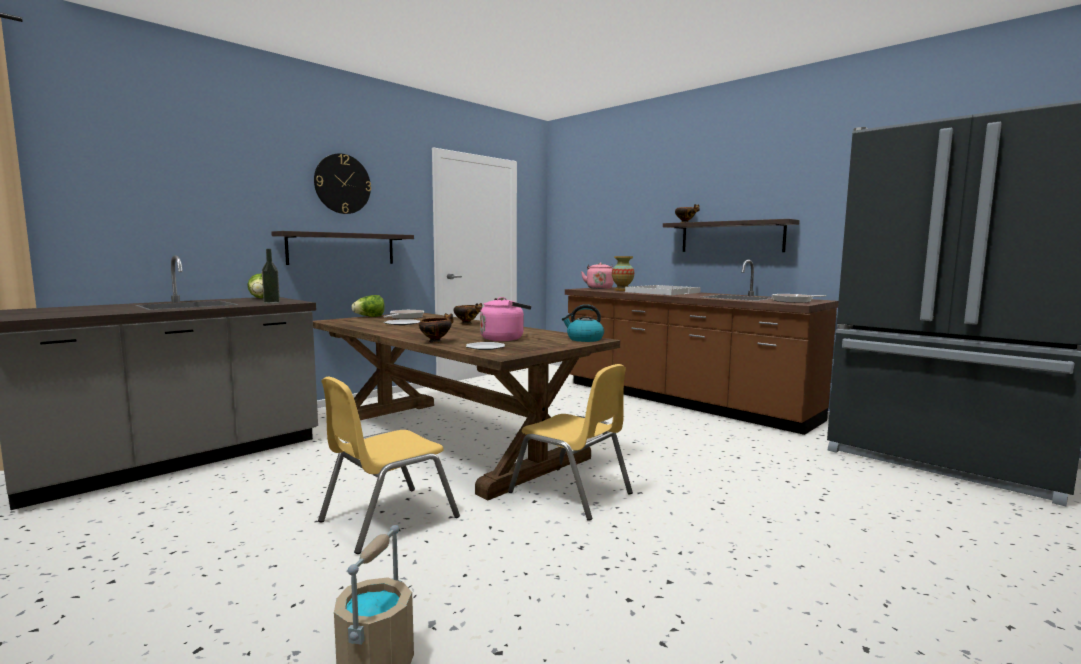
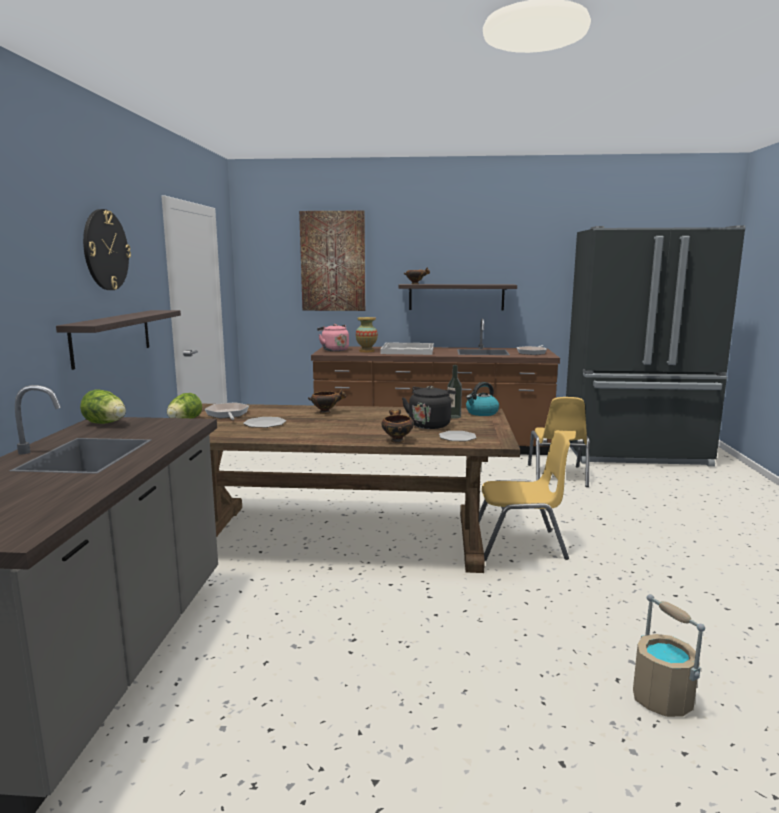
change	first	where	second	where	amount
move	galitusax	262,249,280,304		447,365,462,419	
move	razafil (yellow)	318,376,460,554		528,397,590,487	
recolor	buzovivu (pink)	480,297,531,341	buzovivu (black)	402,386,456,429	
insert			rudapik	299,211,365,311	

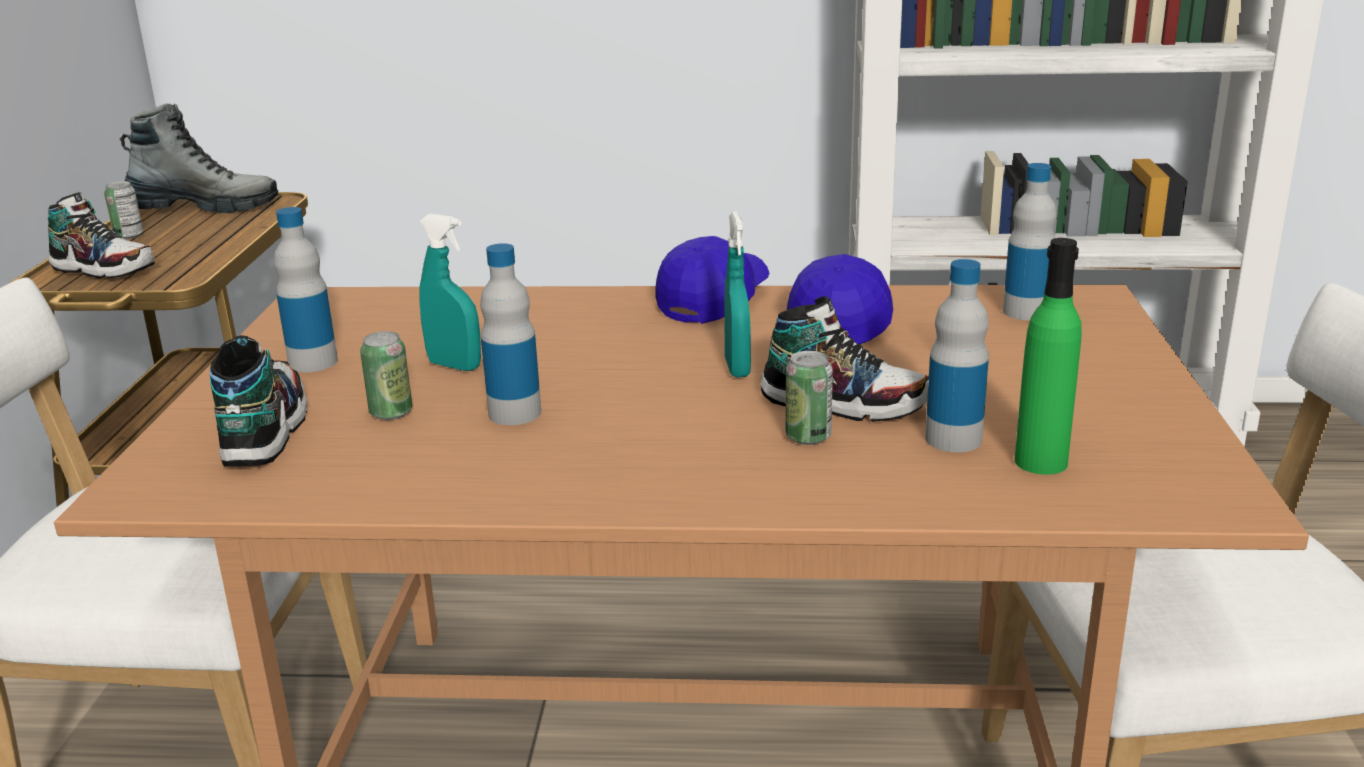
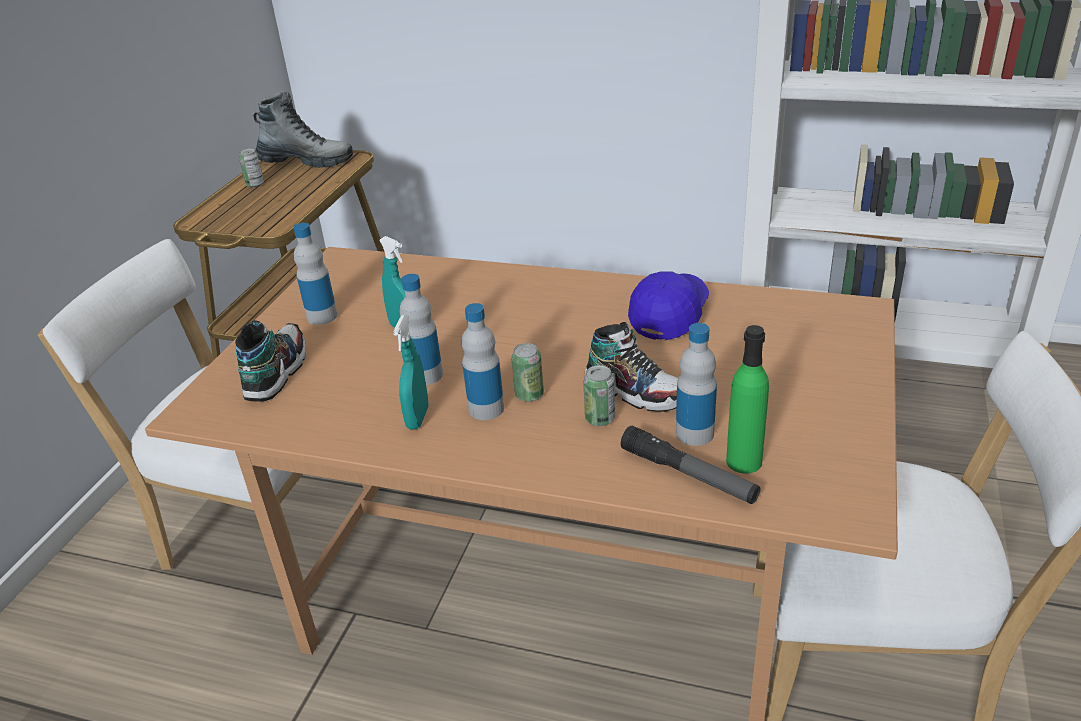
change	first	where	second	where	amount
delete	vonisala	48,192,155,278			
move	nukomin	360,331,412,420		511,343,544,402	
delete	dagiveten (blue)	655,236,770,324			
move	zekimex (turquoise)	724,212,751,378		393,315,429,430	
move	galitusax	1003,163,1057,320		461,303,504,420	
insert			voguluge	621,426,760,504	

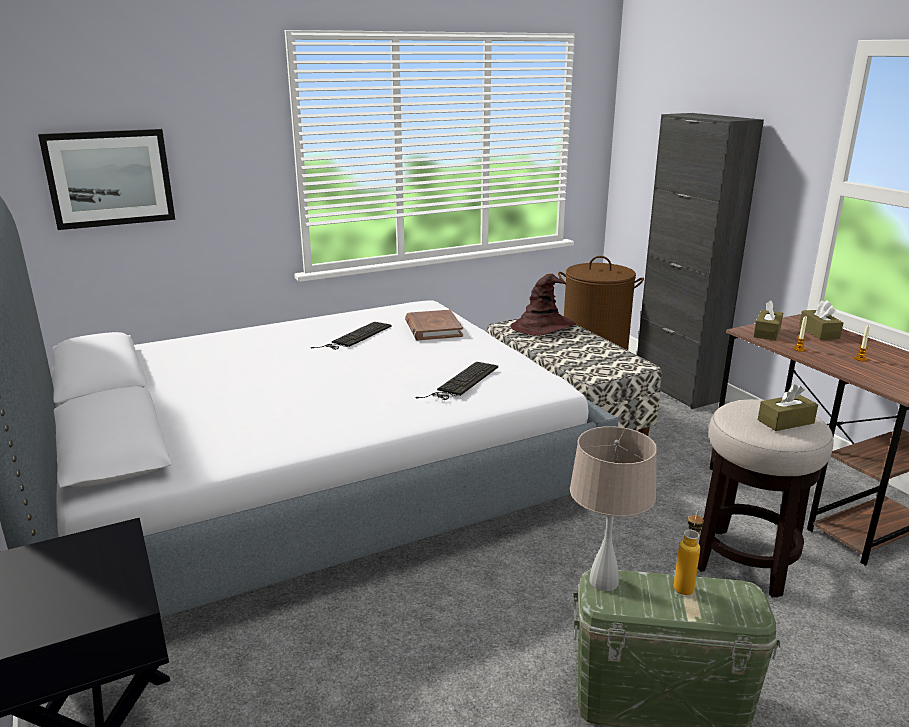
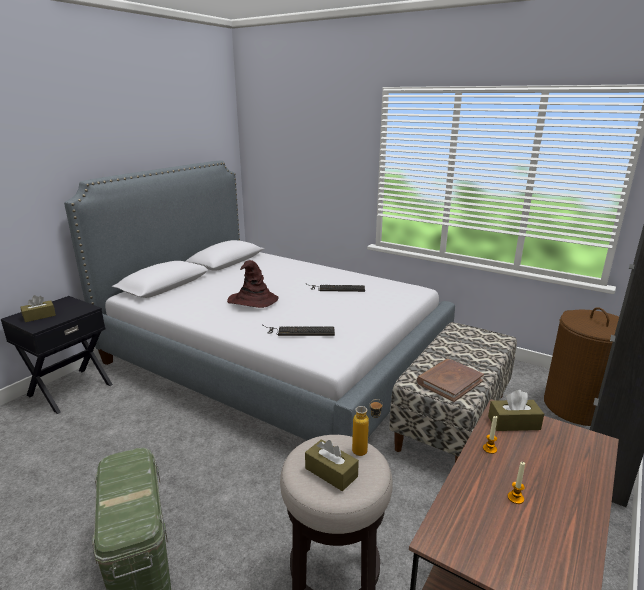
change	first	where	second	where	amount
delete	rudapik	38,129,175,230			
move	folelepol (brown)	405,310,463,340		417,359,484,402	
move	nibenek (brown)	511,274,575,336		227,260,278,308	
delete	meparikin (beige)	570,426,657,591			
move	galitusax	674,510,704,595		352,399,383,456	
move	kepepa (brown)	799,300,843,340		21,295,56,322	

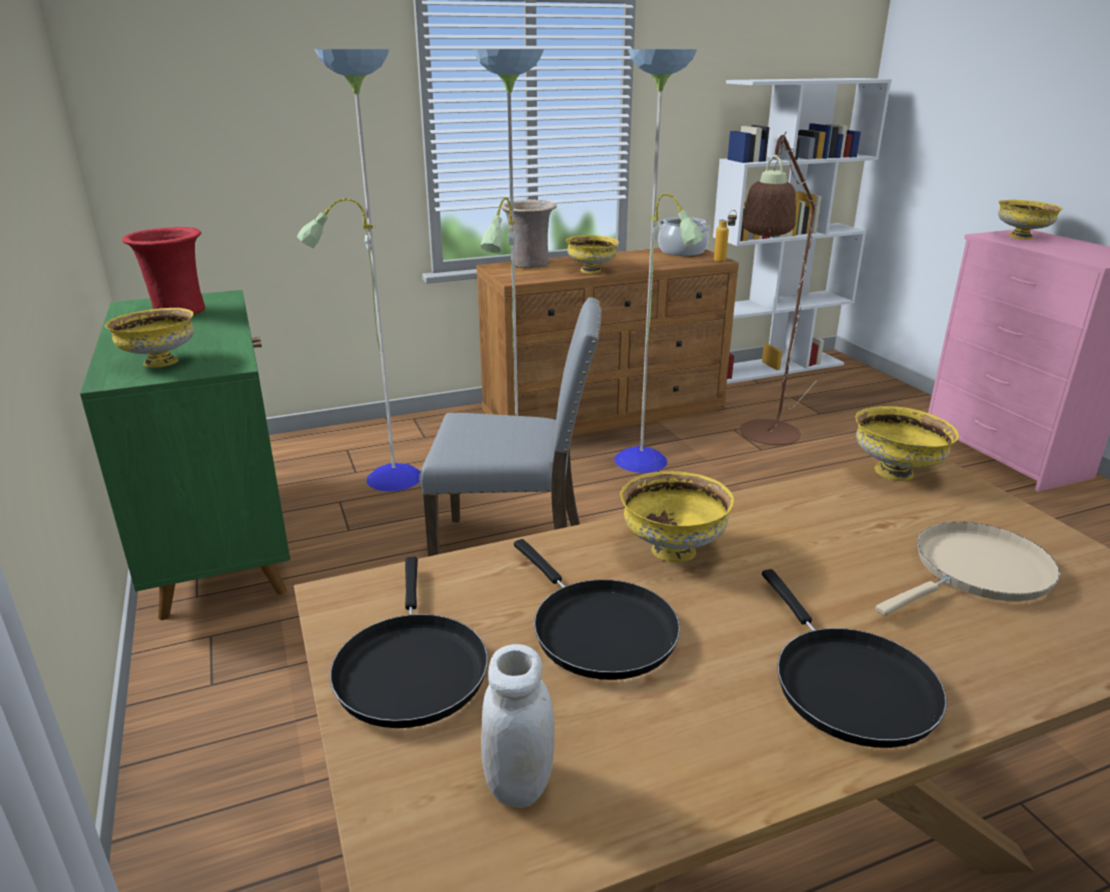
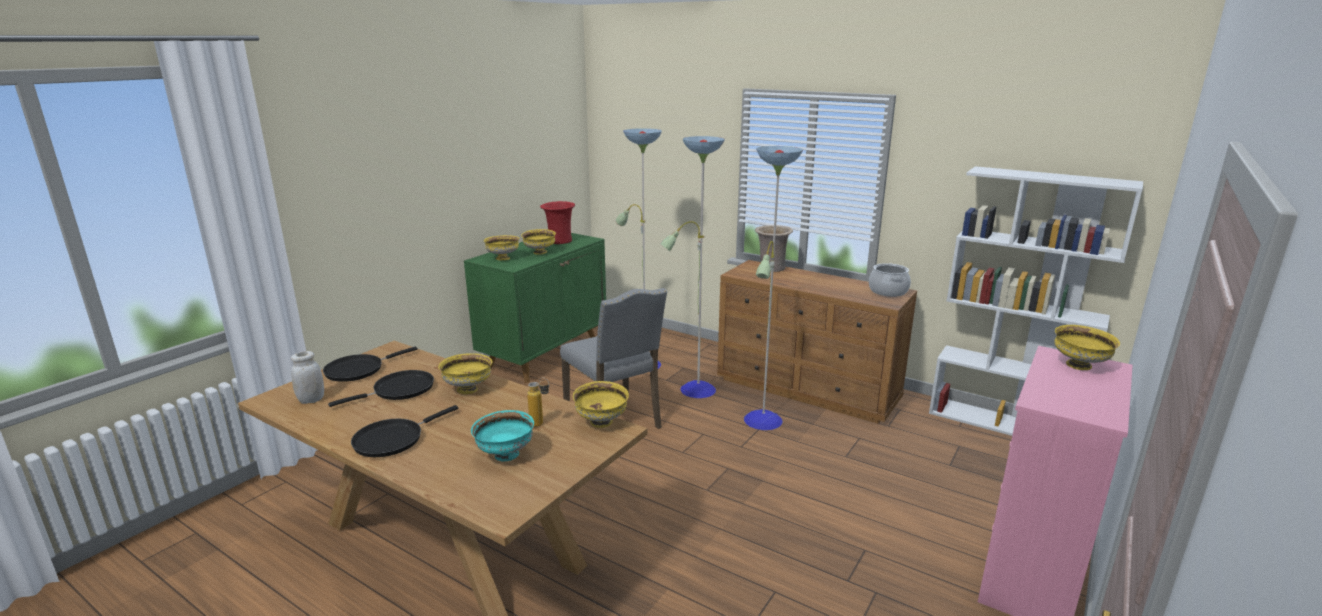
change	first	where	second	where	amount
rotate	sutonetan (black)	514,539,680,680		328,370,434,407	150 degrees counterclockwise
move	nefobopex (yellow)	566,235,619,274		521,229,556,255	
move	galitusax	714,210,737,262		527,377,549,427	
delete	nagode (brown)	740,132,817,445			
replace	sutonetan (beige)	876,522,1060,616	nefobopex (turquoise)	471,410,534,461	

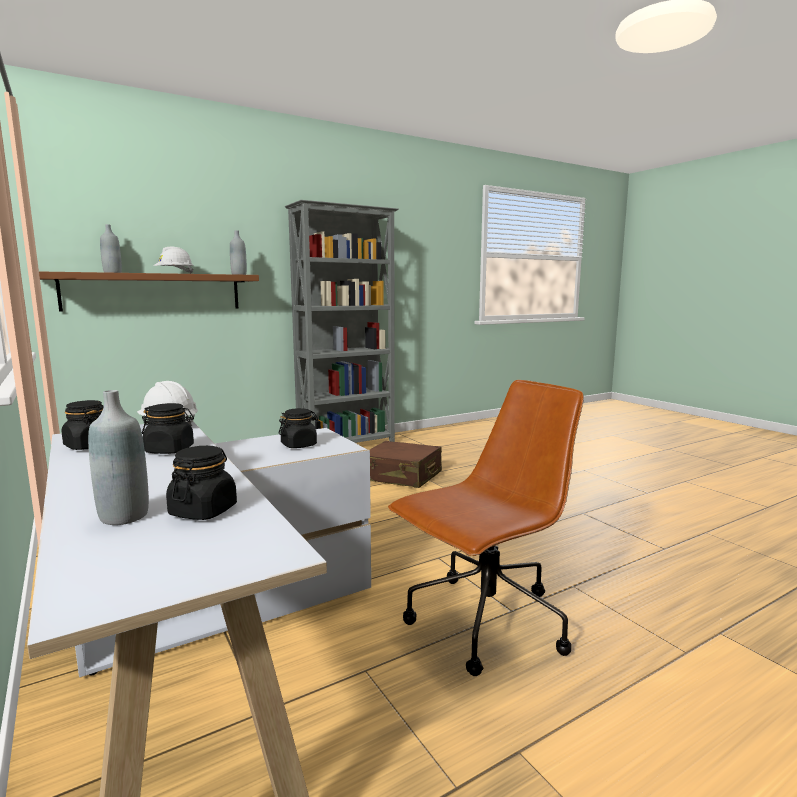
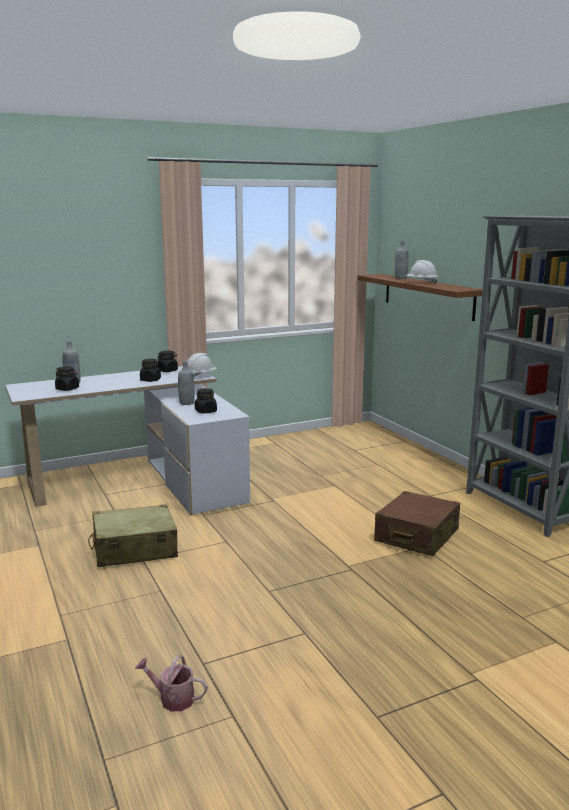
change	first	where	second	where	amount
move	galitusax (grey)	230,230,247,275		178,361,194,405	
replace	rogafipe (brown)	388,380,584,676	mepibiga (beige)	88,504,178,567	
insert			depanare	135,655,208,711	

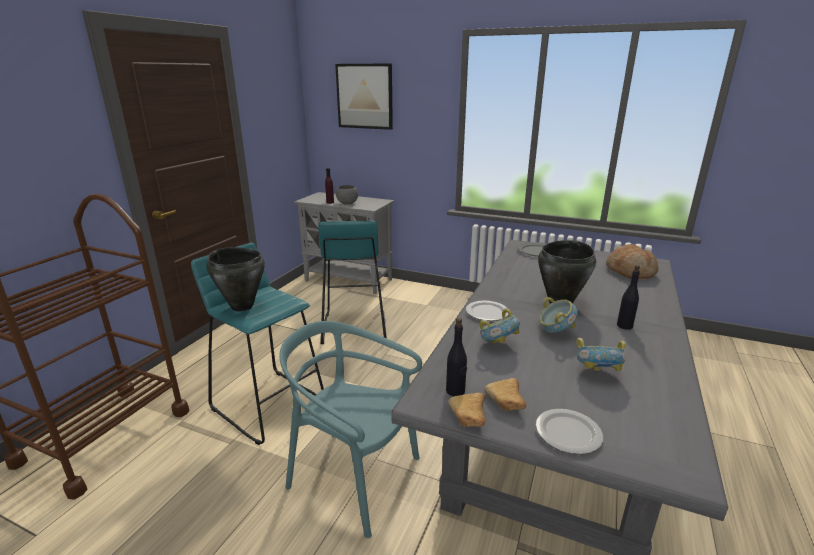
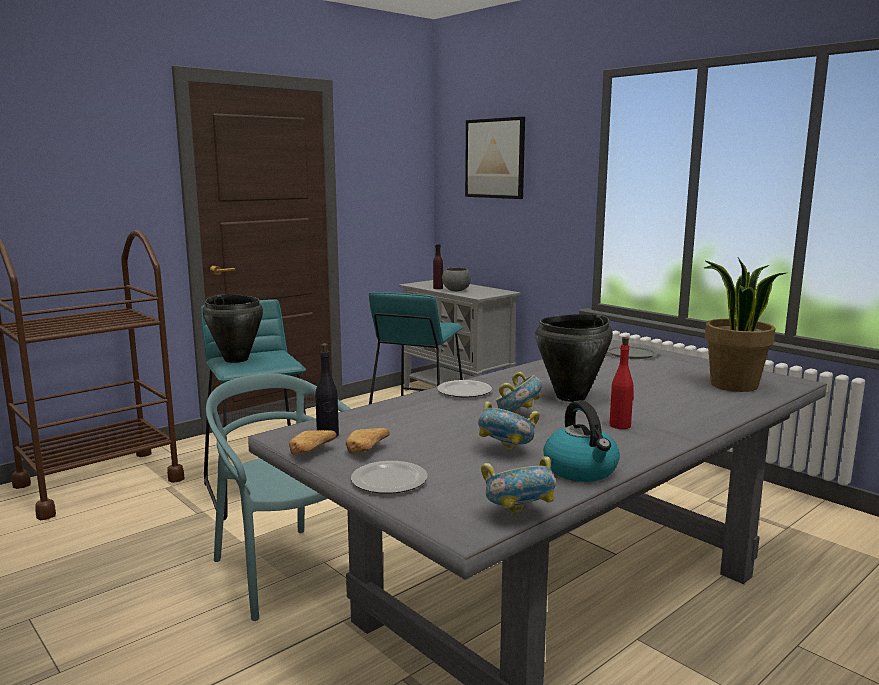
change	first	where	second	where	amount
move	nefobopex	479,308,520,343		481,456,556,513	
replace	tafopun	606,244,659,279	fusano	704,258,786,392	
recolor	galitusax (black)	617,265,640,330	galitusax (red)	609,337,634,429	
insert			buzovivu	544,400,620,482	

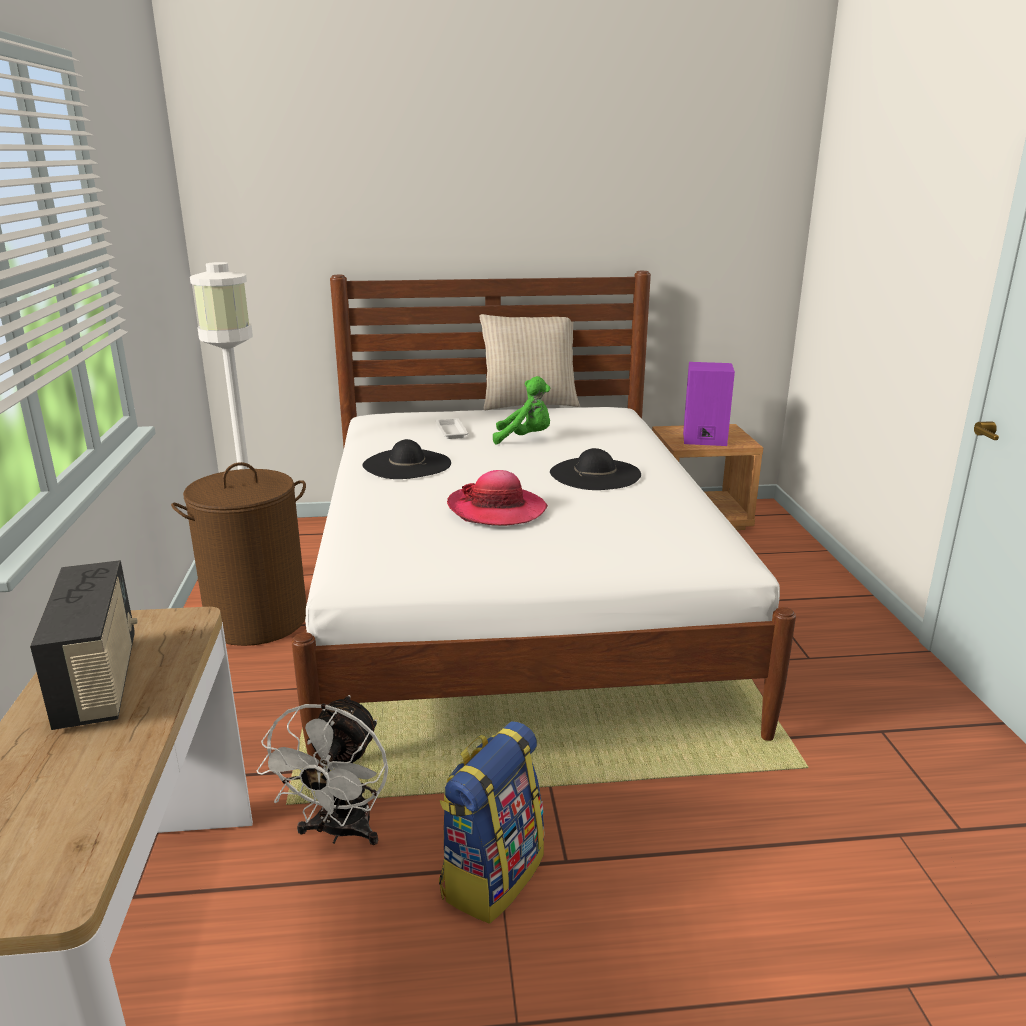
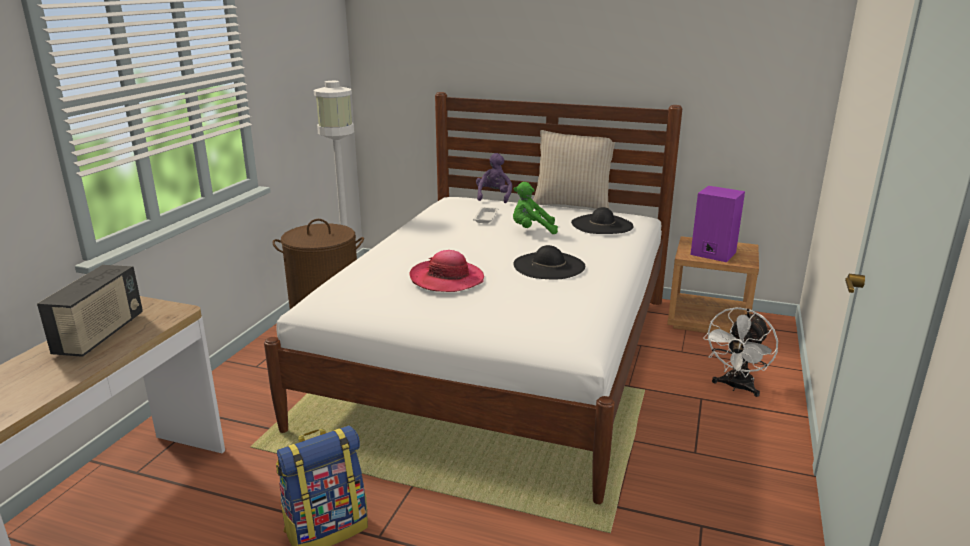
change	first	where	second	where	amount
move	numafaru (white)	257,695,388,845		703,307,778,397	
move	nibenek (black)	362,439,451,479		571,207,634,234	
rotate	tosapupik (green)	493,376,550,444		513,182,558,234	150 degrees clockwise
insert			tosapupik (purple)	476,153,512,203	

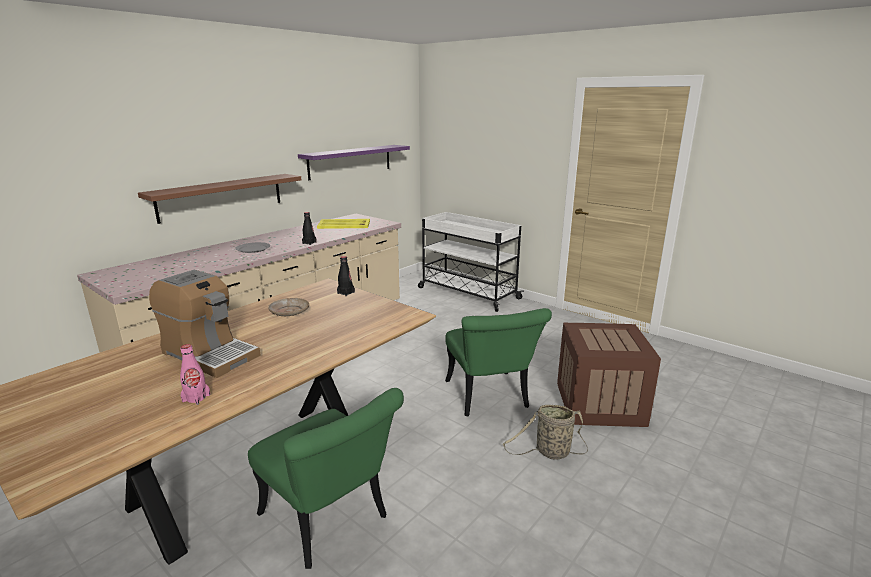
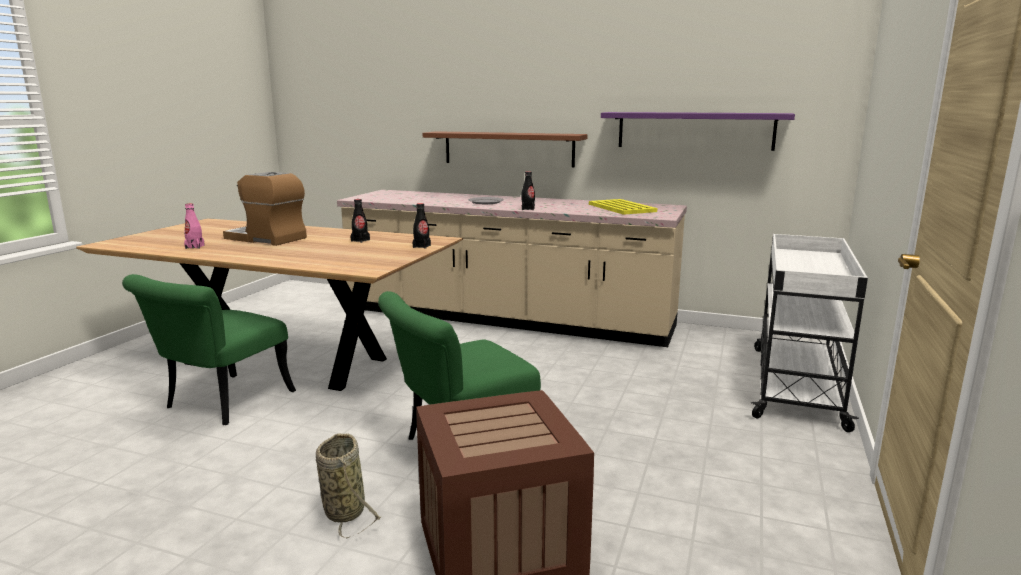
change	first	where	second	where	amount
rotate	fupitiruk	149,270,261,378		223,172,307,246	105 degrees clockwise
replace	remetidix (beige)	268,298,309,316	galitusax (black)	351,199,370,243	

